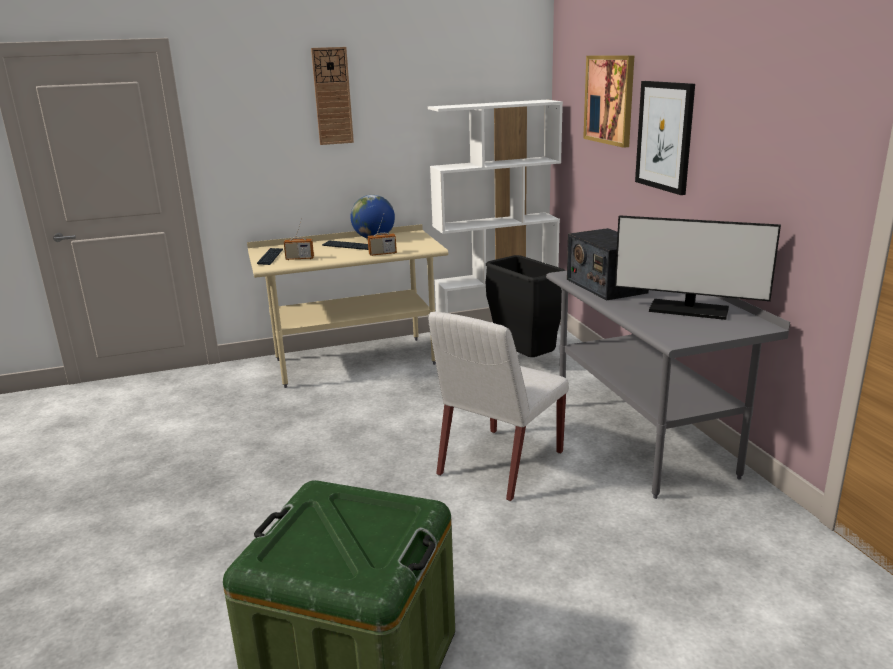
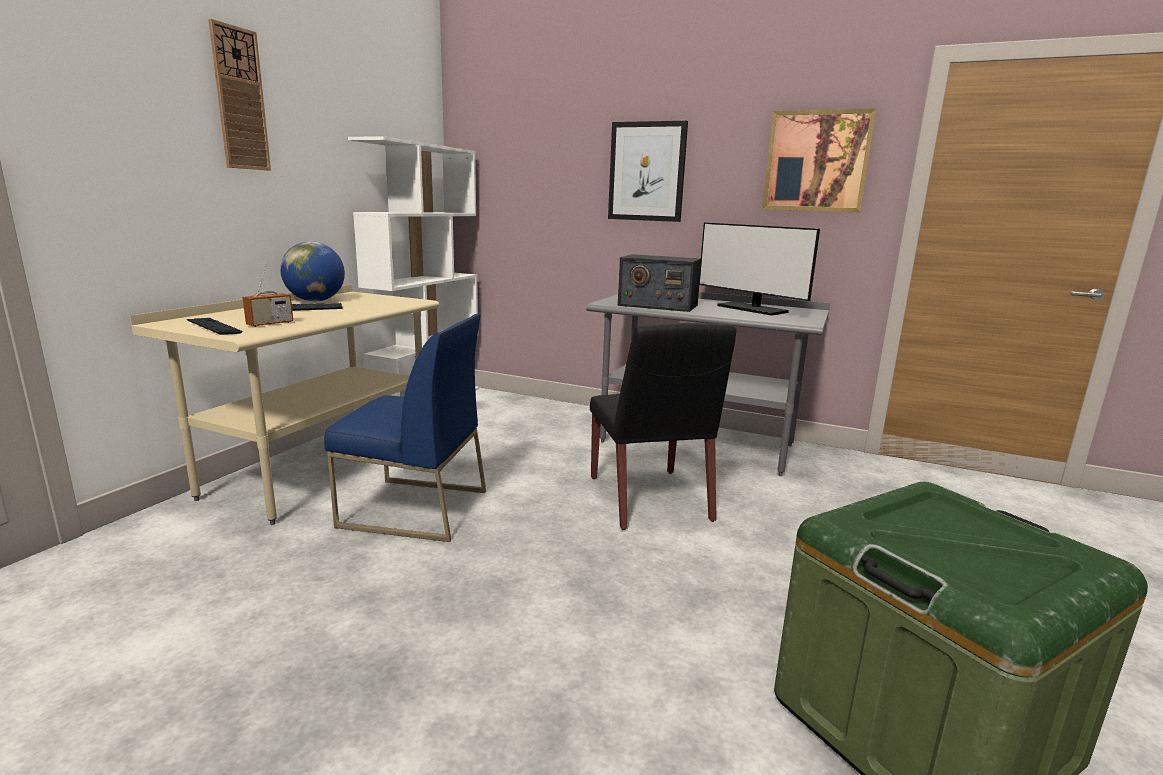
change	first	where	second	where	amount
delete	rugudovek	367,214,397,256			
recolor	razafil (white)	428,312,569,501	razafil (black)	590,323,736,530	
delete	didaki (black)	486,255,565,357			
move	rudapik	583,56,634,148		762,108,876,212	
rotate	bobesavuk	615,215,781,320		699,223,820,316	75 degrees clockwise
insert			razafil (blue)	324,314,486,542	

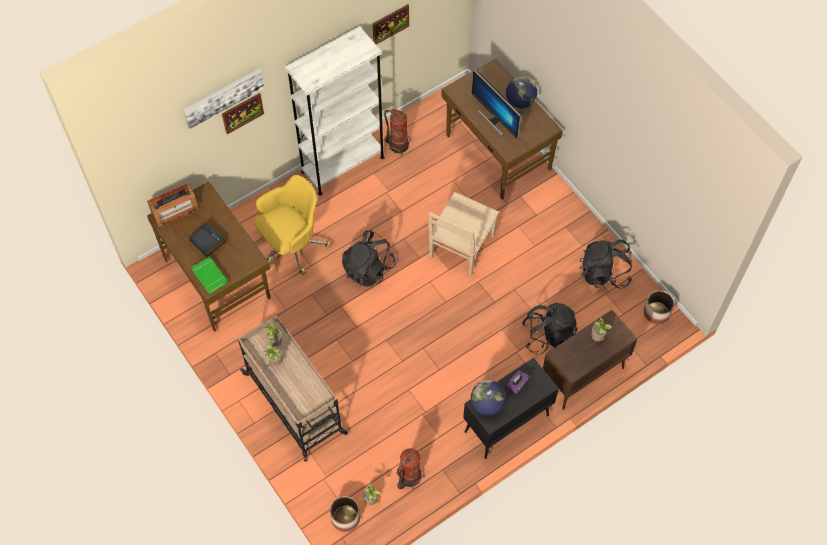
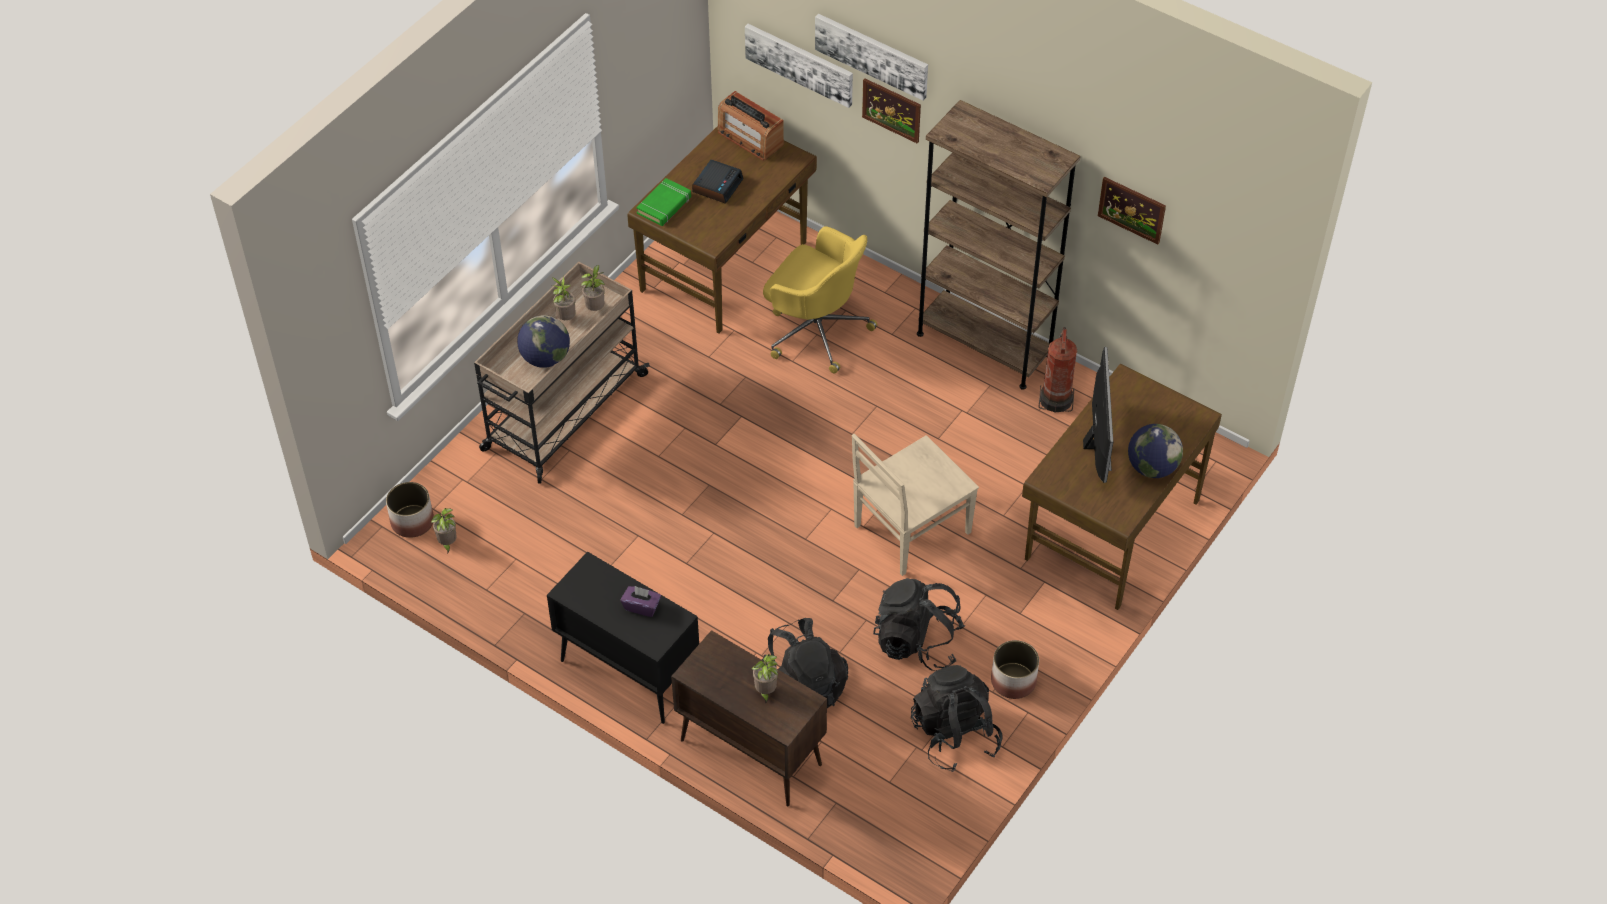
change	first	where	second	where	amount
recolor	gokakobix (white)	285,26,385,195	gokakobix (brown)	917,100,1080,390	
move	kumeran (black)	342,229,396,287		873,578,965,671	
delete	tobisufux	396,448,425,489			
rotate	razafil (beige)	429,192,499,276		852,434,979,576	45 degrees counterclockwise
move	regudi	471,380,506,415		517,315,570,368	
rotate	bobesavuk	472,70,521,139		1083,347,1113,483	150 degrees clockwise
move	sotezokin	644,291,674,324		991,640,1039,699	
insert			rudapik	745,24,853,108	

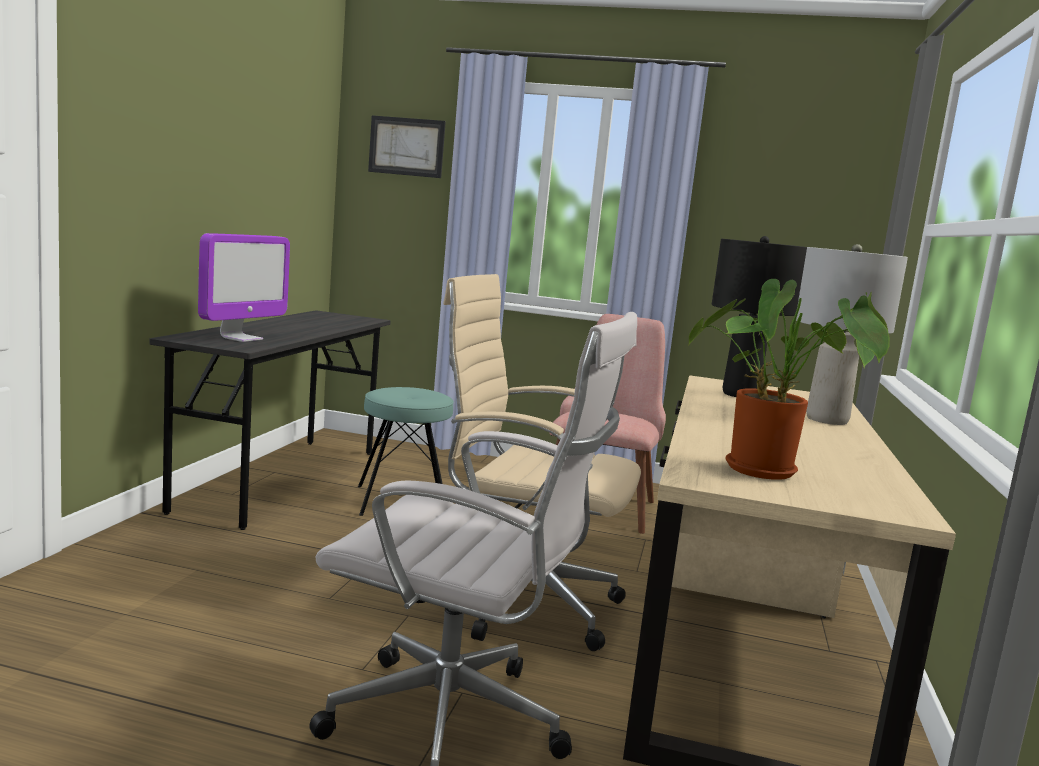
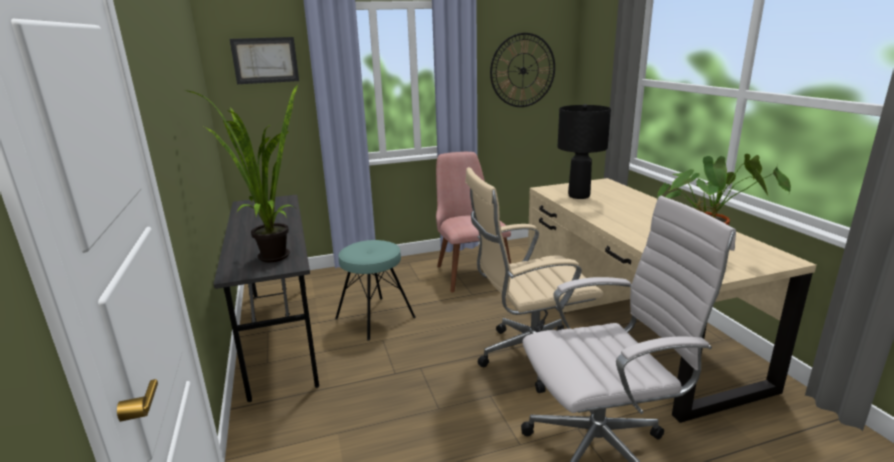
change	first	where	second	where	amount
replace	bobesavuk	198,233,290,342	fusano	185,85,298,262	
delete	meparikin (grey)	796,244,908,425			
insert			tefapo	490,33,555,107	

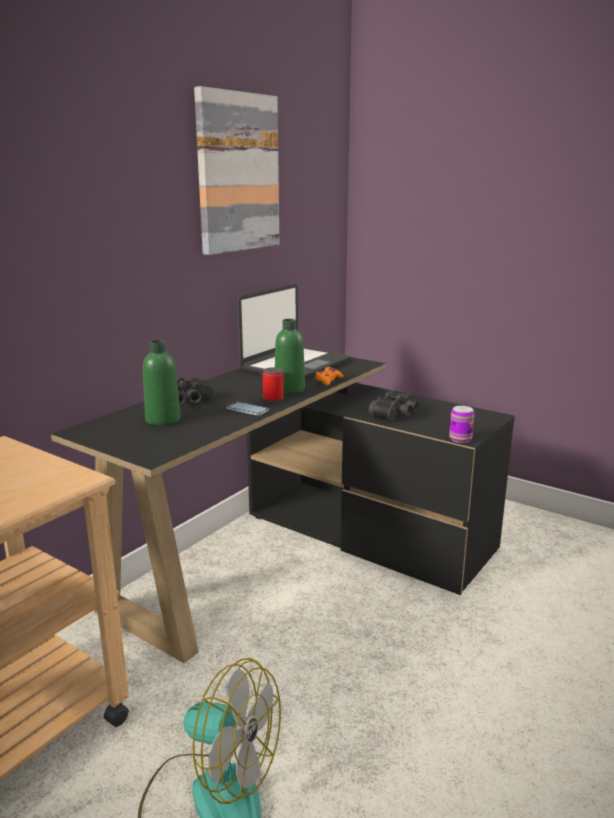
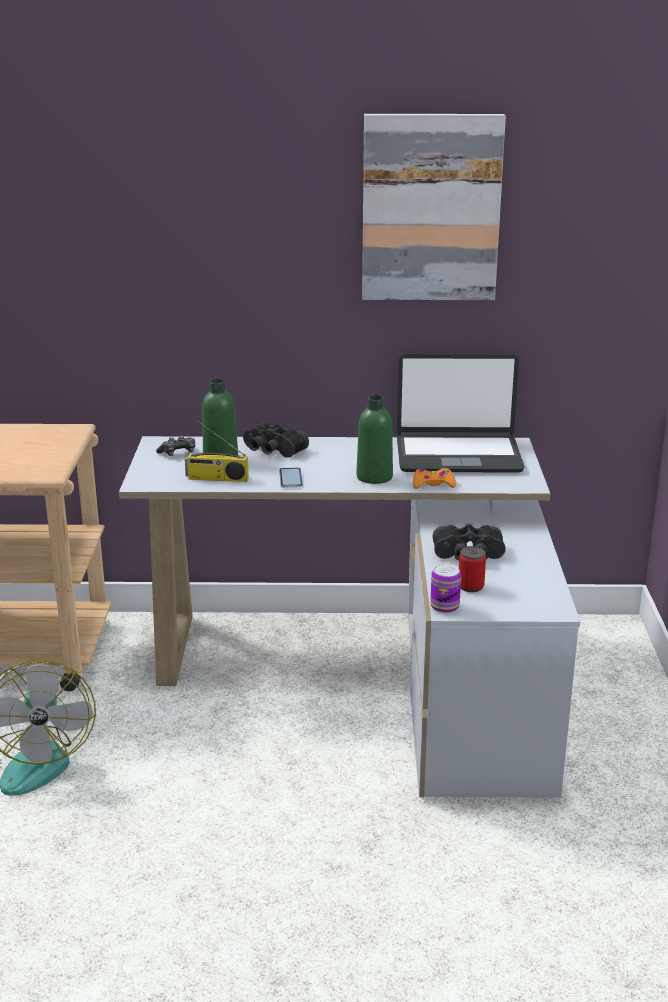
change	first	where	second	where	amount
recolor	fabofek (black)	51,357,515,663	fabofek (white)	119,436,580,798	
move	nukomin	263,367,284,402		459,546,486,592	
insert			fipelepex	156,435,195,456	
insert			rugudovek	185,420,249,482	

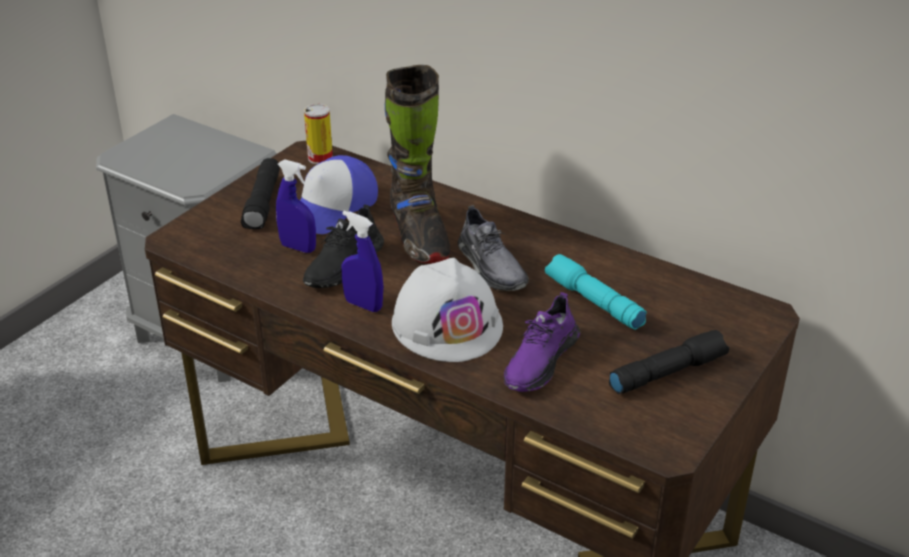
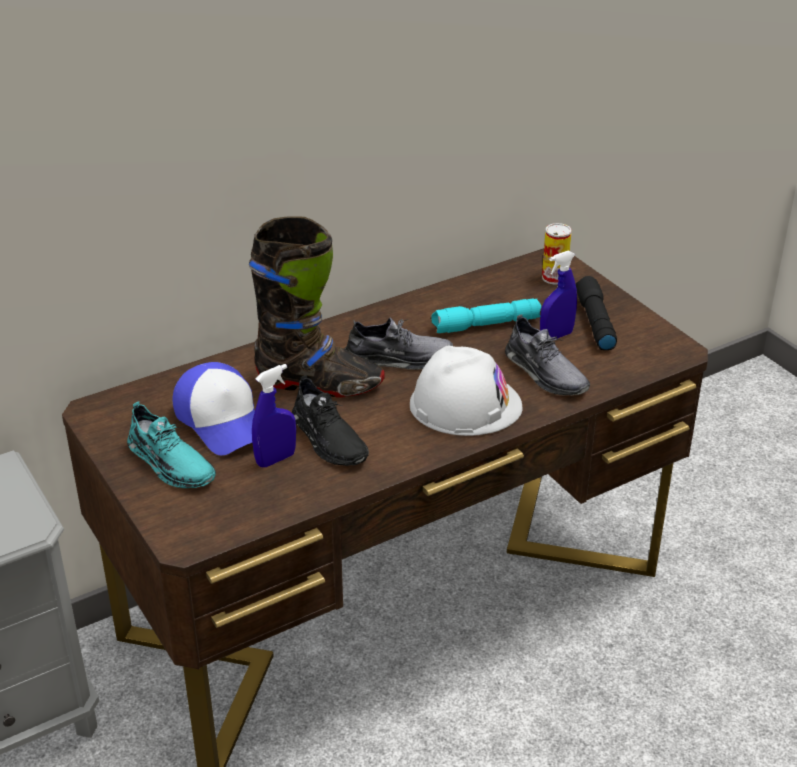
change	first	where	second	where	amount
replace	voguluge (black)	241,158,280,229	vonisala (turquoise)	127,402,216,488	
move	nukomin	304,104,333,164		542,223,572,285	
move	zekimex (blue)	341,211,383,312		540,250,577,339	
recolor	vonisala (purple)	504,292,580,392	vonisala (grey)	505,314,590,395	

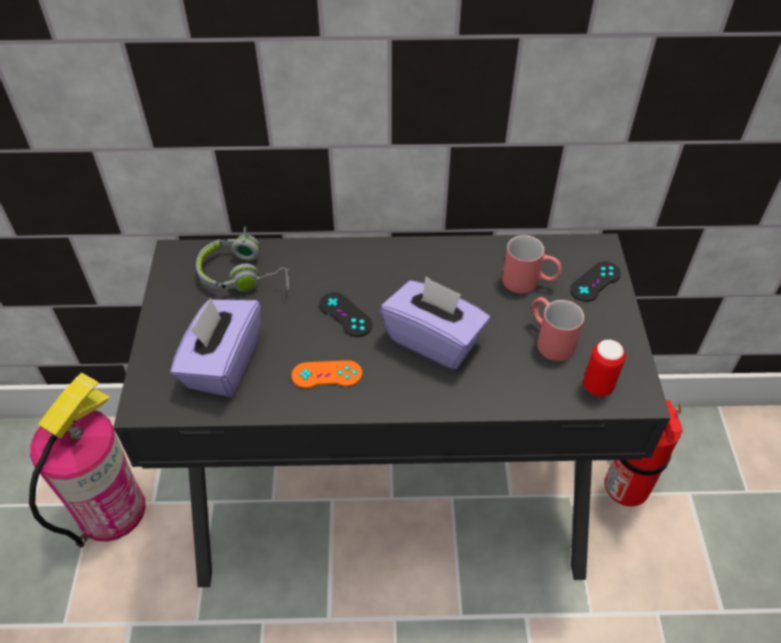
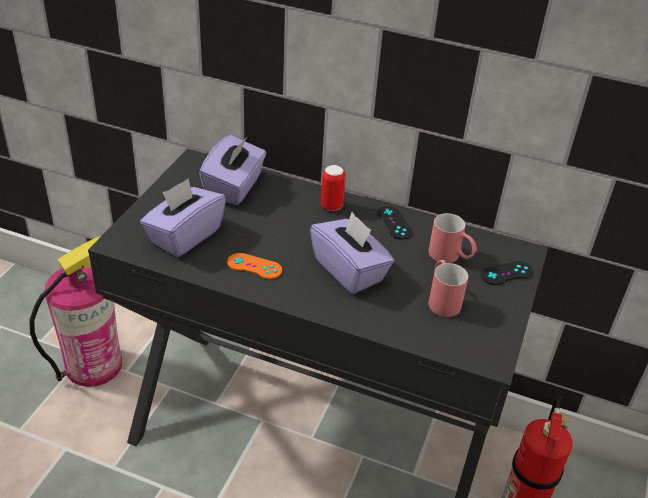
change	first	where	second	where	amount
replace	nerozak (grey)	196,227,289,292	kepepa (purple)	199,135,267,205	
move	fipelepex (black)	319,292,372,337		377,206,412,240	
move	nukomin	583,339,626,396		321,165,346,211	

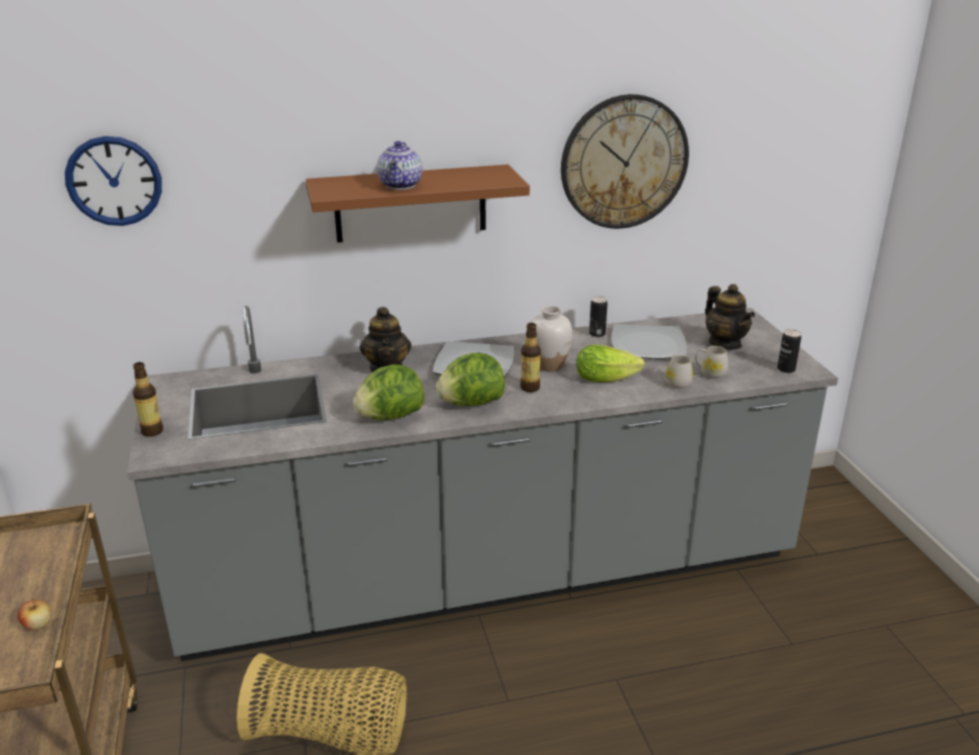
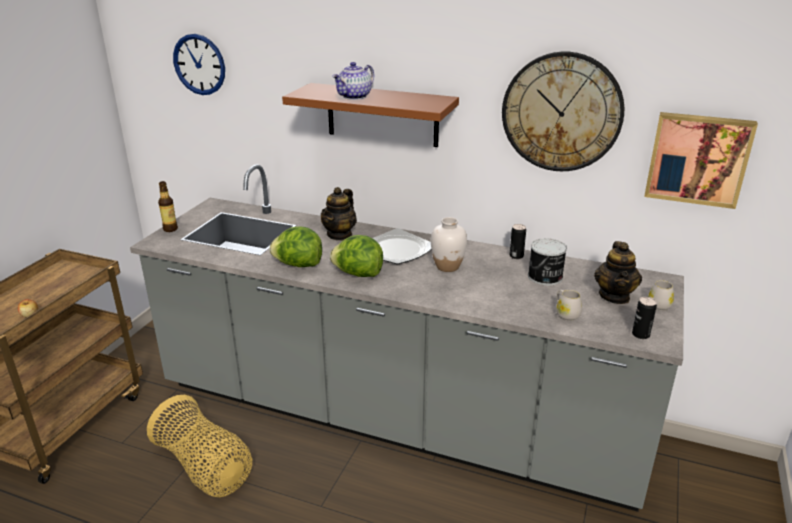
change	first	where	second	where	amount
delete	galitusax	520,323,541,392			
delete	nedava	576,345,645,382			
replace	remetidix	611,324,687,359	nukomin	528,238,567,286	
move	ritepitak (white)	665,355,693,389		648,280,674,311	
insert			rudapik	644,112,758,209	

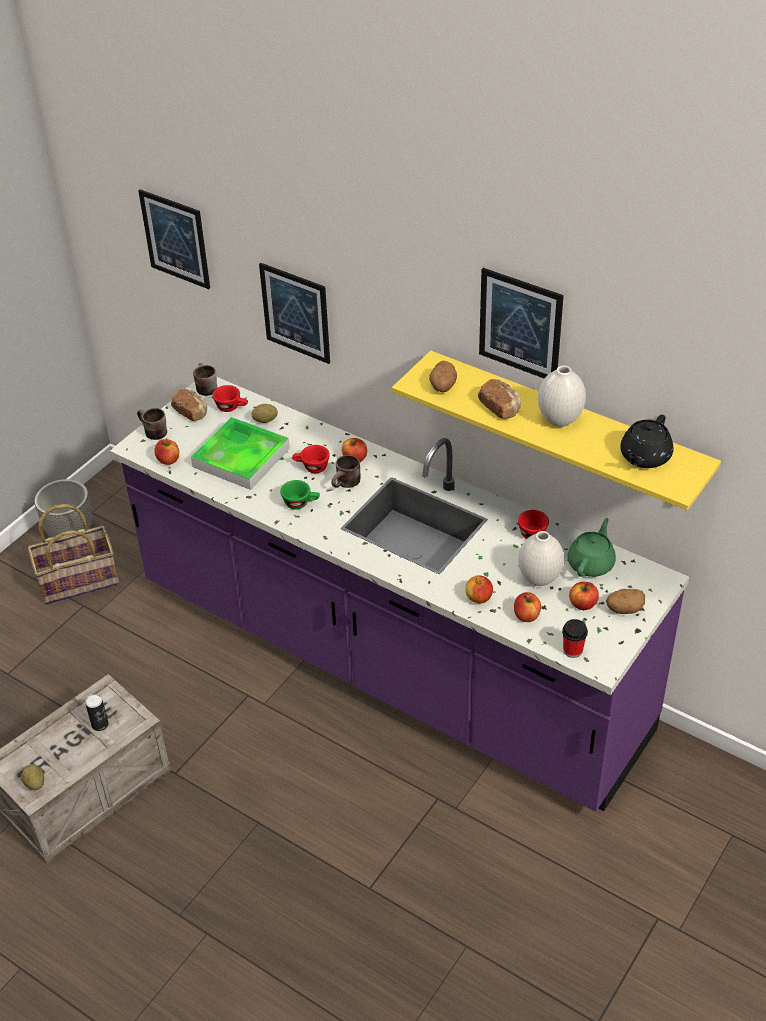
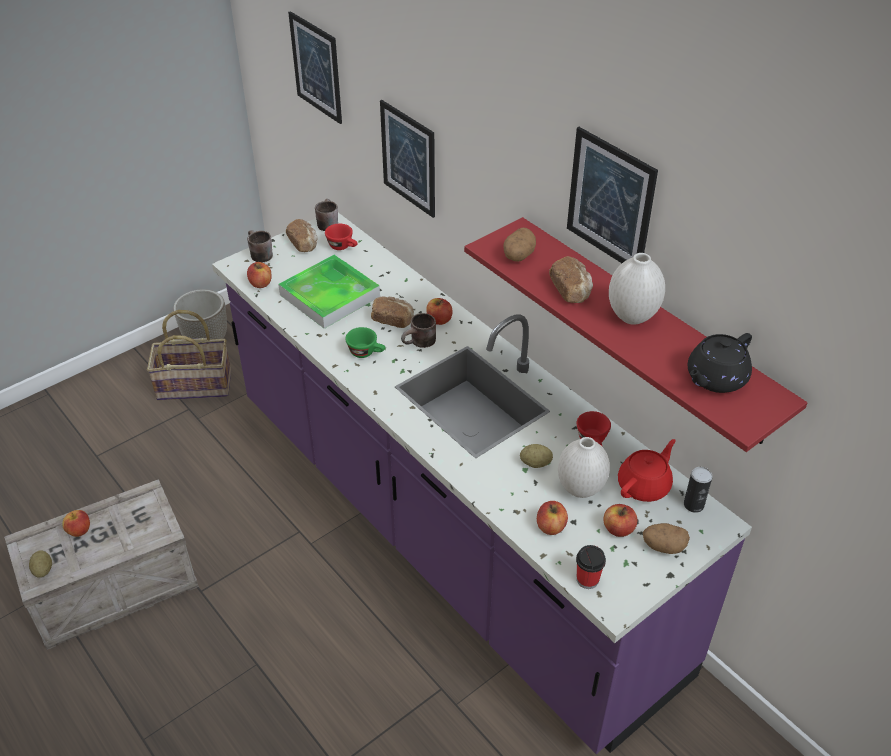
change	first	where	second	where	amount
move	nukomin	85,694,109,731		684,467,712,513	
move	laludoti	251,404,278,423		520,444,553,468	
replace	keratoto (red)	292,445,330,473	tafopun	371,296,414,328	
recolor	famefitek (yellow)	392,351,721,510	famefitek (red)	464,217,807,452	
move	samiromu	466,575,493,604		62,510,90,537	
recolor	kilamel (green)	568,518,616,577	kilamel (red)	618,439,676,502	

